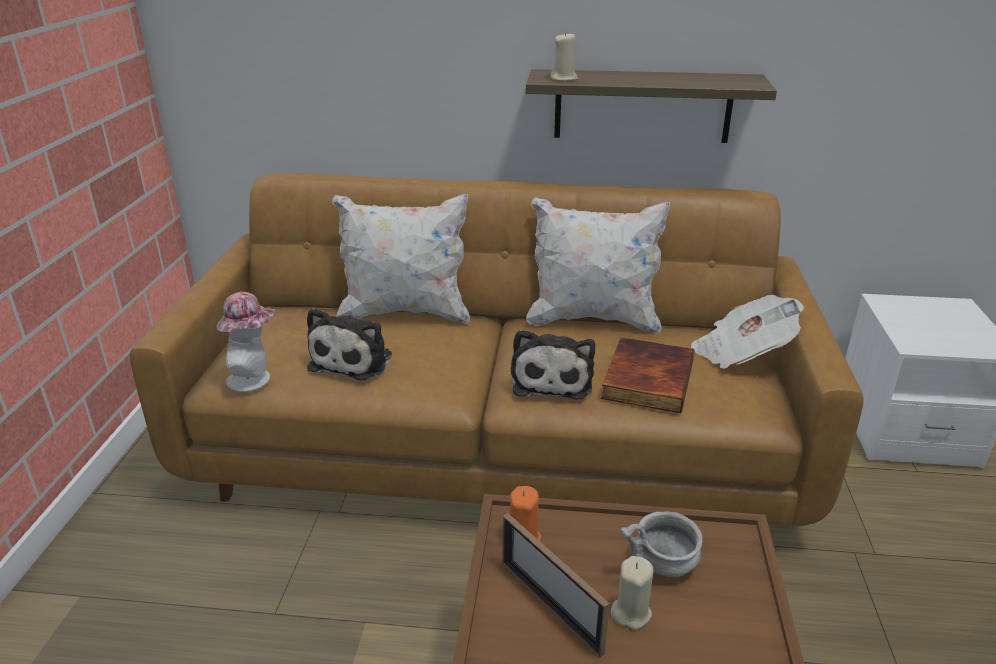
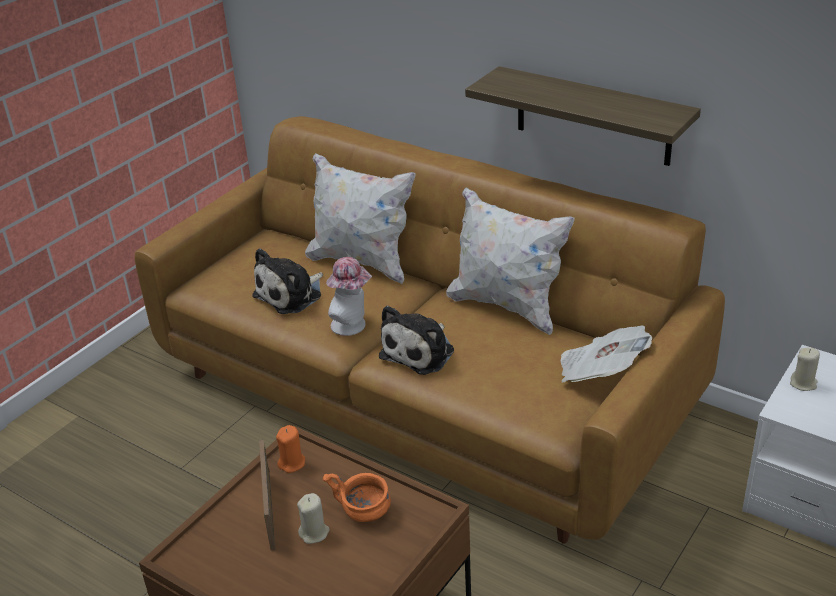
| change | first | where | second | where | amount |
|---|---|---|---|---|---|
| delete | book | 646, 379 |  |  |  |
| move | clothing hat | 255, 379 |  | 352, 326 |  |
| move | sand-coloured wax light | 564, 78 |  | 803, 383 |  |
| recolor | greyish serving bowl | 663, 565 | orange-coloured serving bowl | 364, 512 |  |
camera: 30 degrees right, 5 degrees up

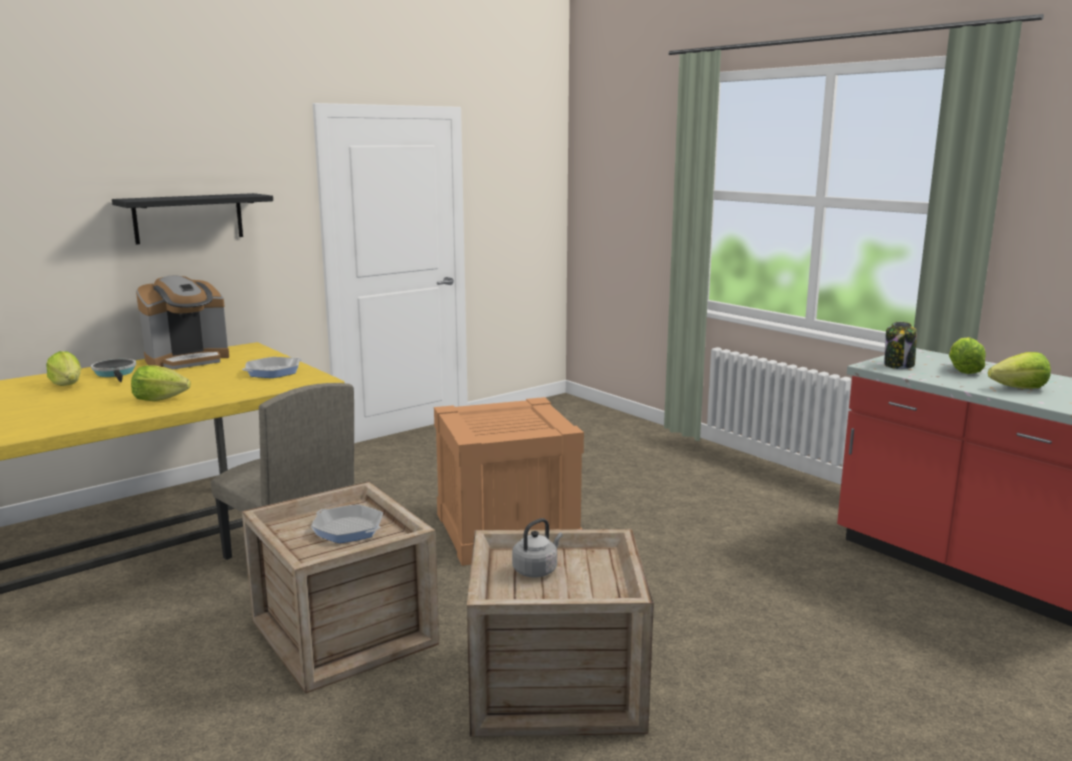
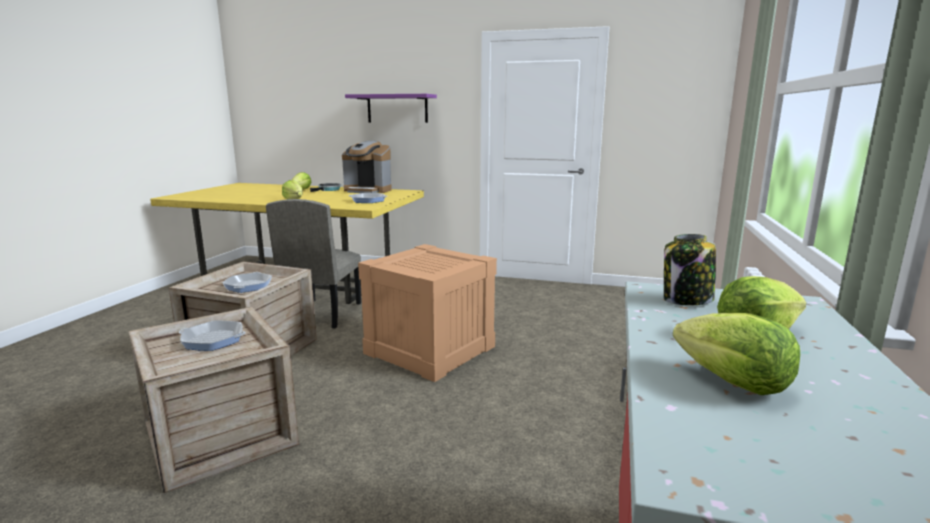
| change | first | where | second | where | amount |
|---|---|---|---|---|---|
| replace | greyish water kettle | 536, 570 | frying pan | 213, 340 |  |
| recolor | black-coloured wall shelf | 188, 218 | purplish wall shelf | 397, 108 |  |
camera: 55 degrees right, 0 degrees up

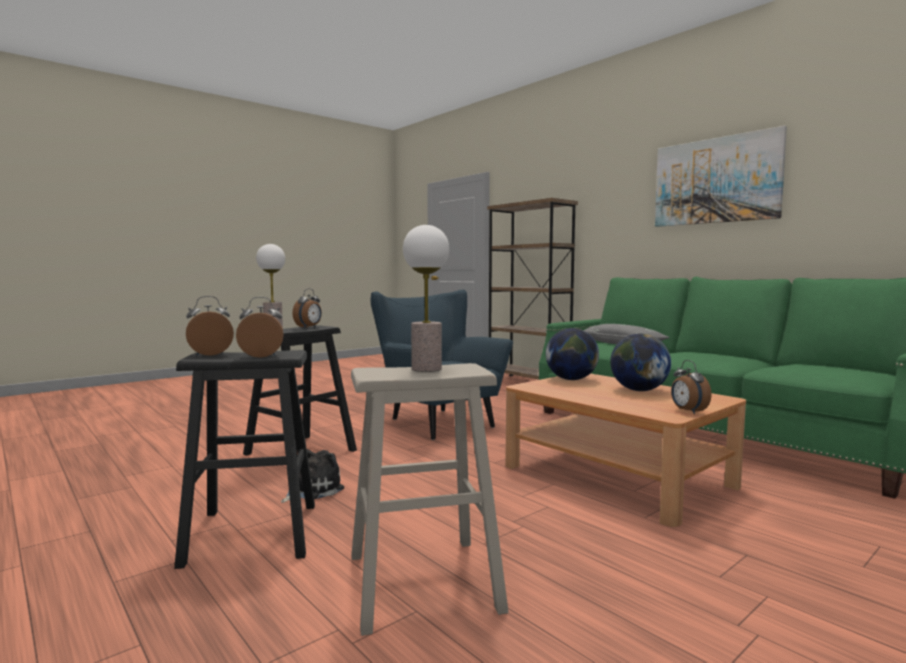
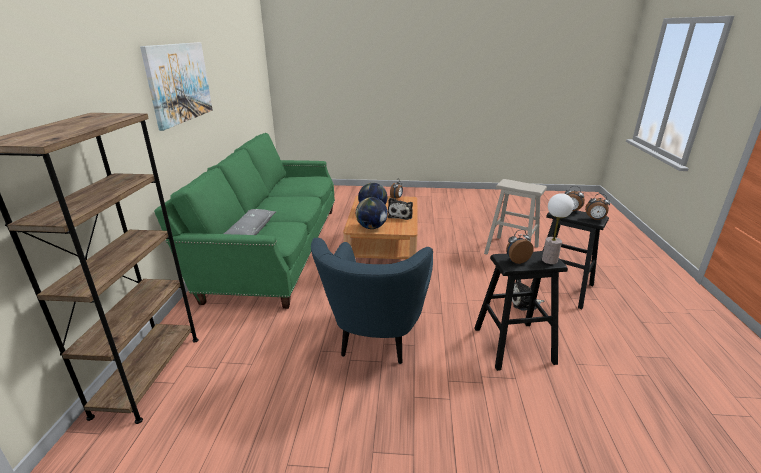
| change | first | where | second | where | amount |
|---|---|---|---|---|---|
| delete | lamp for a table | 426, 369 |  |  |  |
| insert |  |  | soft toy | 401, 215 |  |
camera: 135 degrees left, 20 degrees up

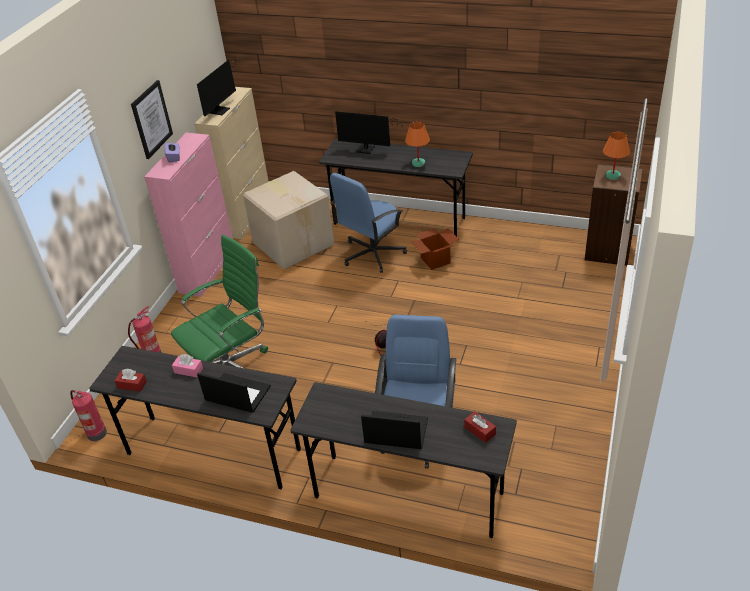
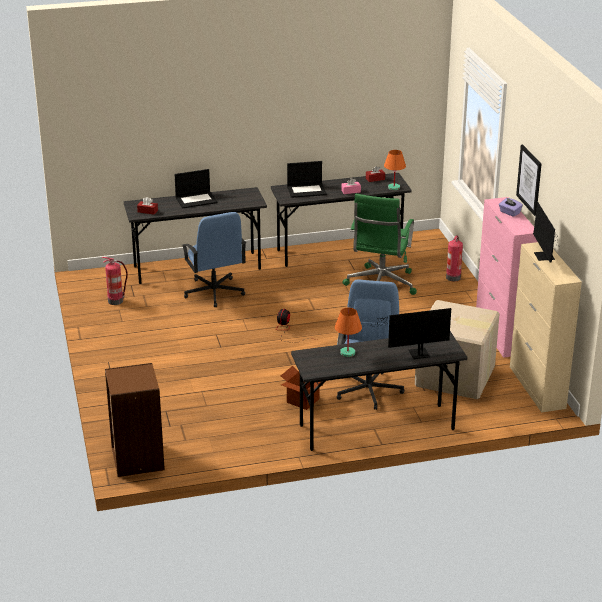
| change | first | where | second | where | amount |
|---|---|---|---|---|---|
| move | fire extinguisher | 95, 433 |  | 116, 301 |  |
| move | orange-coloured lamp for a table | 613, 175 |  | 393, 187 |  |
camera: 145 degrees right, 10 degrees down

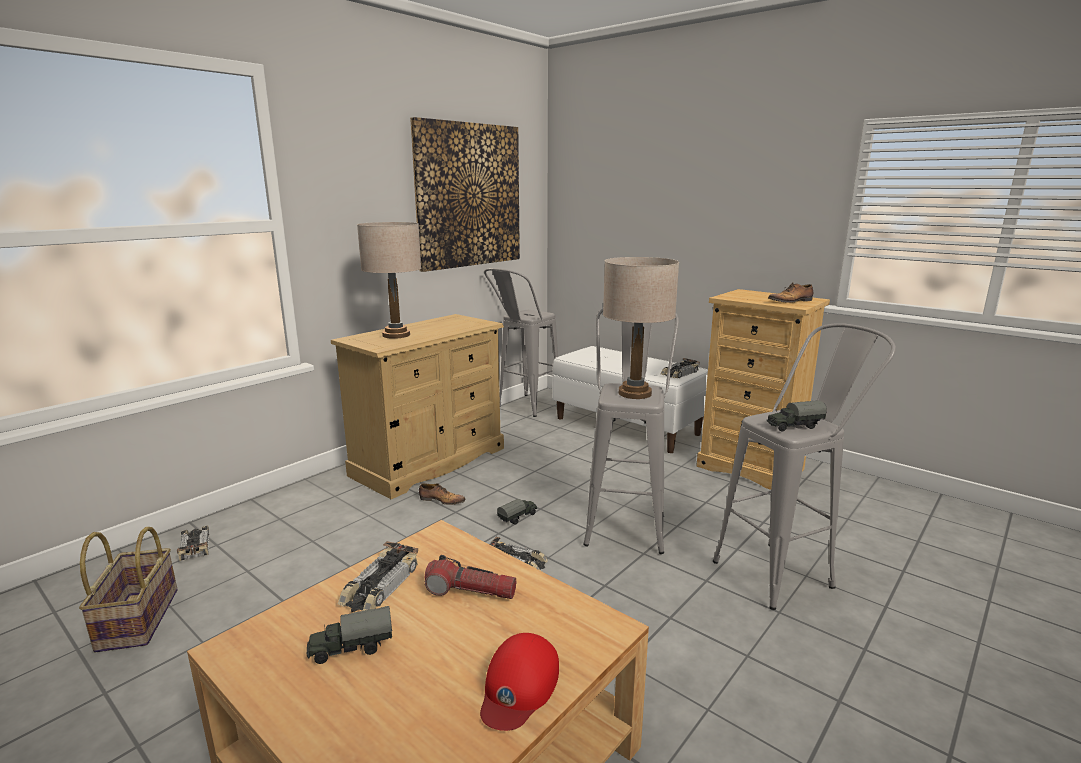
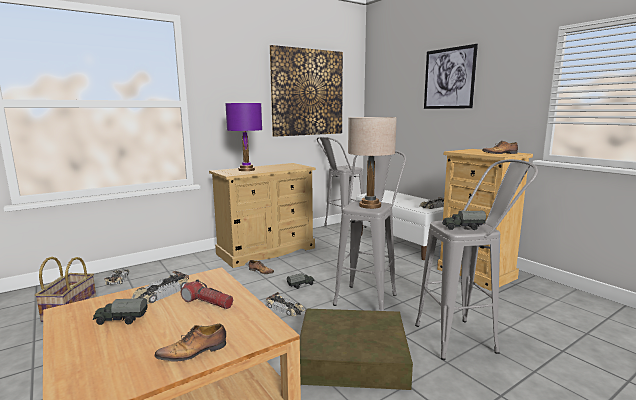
| change | first | where | second | where | amount |
|---|---|---|---|---|---|
| insert |  |  | brown-coloured storage box | 352, 356 |  |
| insert |  |  | wall picture | 449, 78 |  |
| replace | reddish baseball cap | 519, 686 | low shoe | 194, 352 |  |
| recolor | sand-coloured lamp for a table | 396, 335 | purplish lamp for a table | 246, 170 |  |
camera: 15 degrees right, 5 degrees down

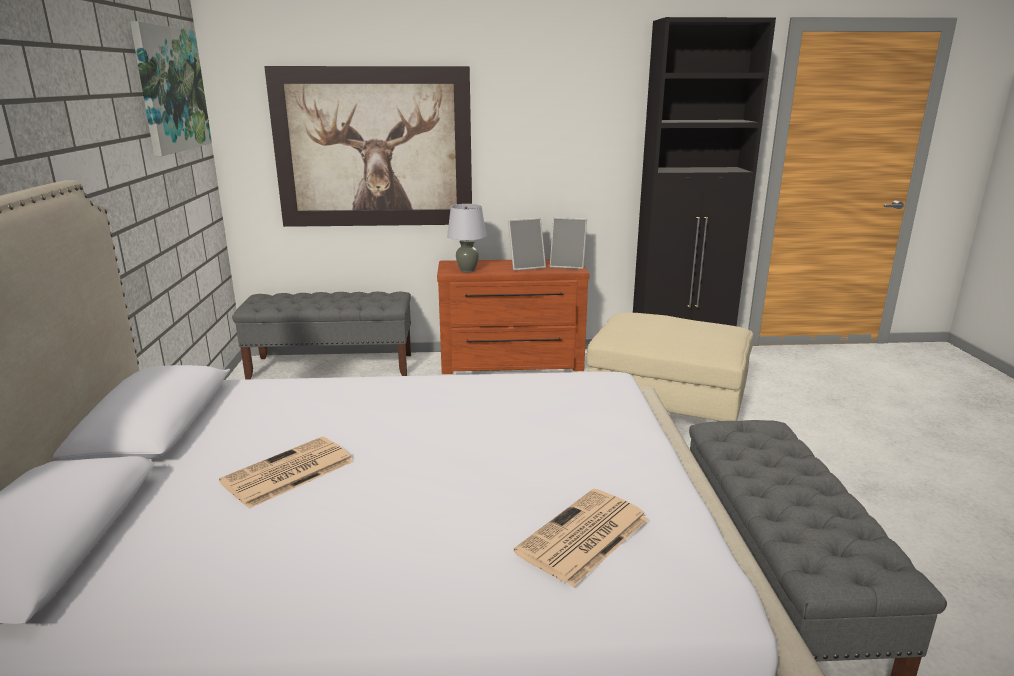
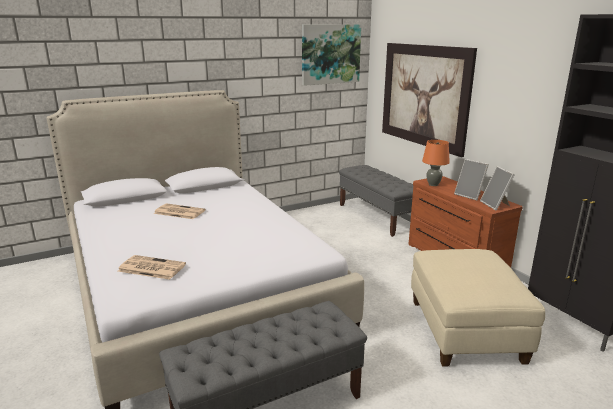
| change | first | where | second | where | amount |
|---|---|---|---|---|---|
| recolor | greyish lamp for a table | 467, 270 | orange-coloured lamp for a table | 433, 184 |  |
camera: 65 degrees right, 0 degrees up

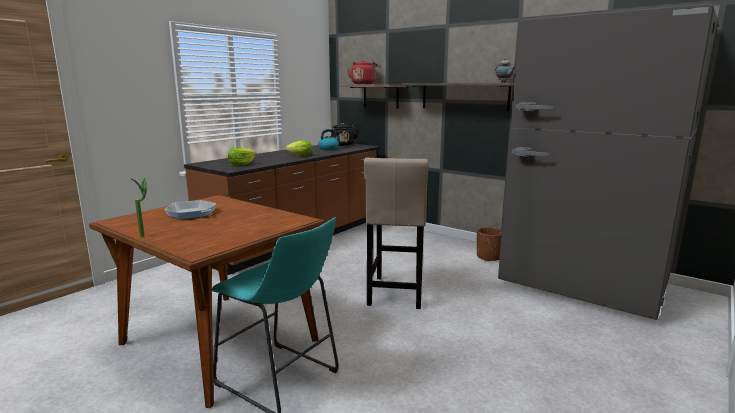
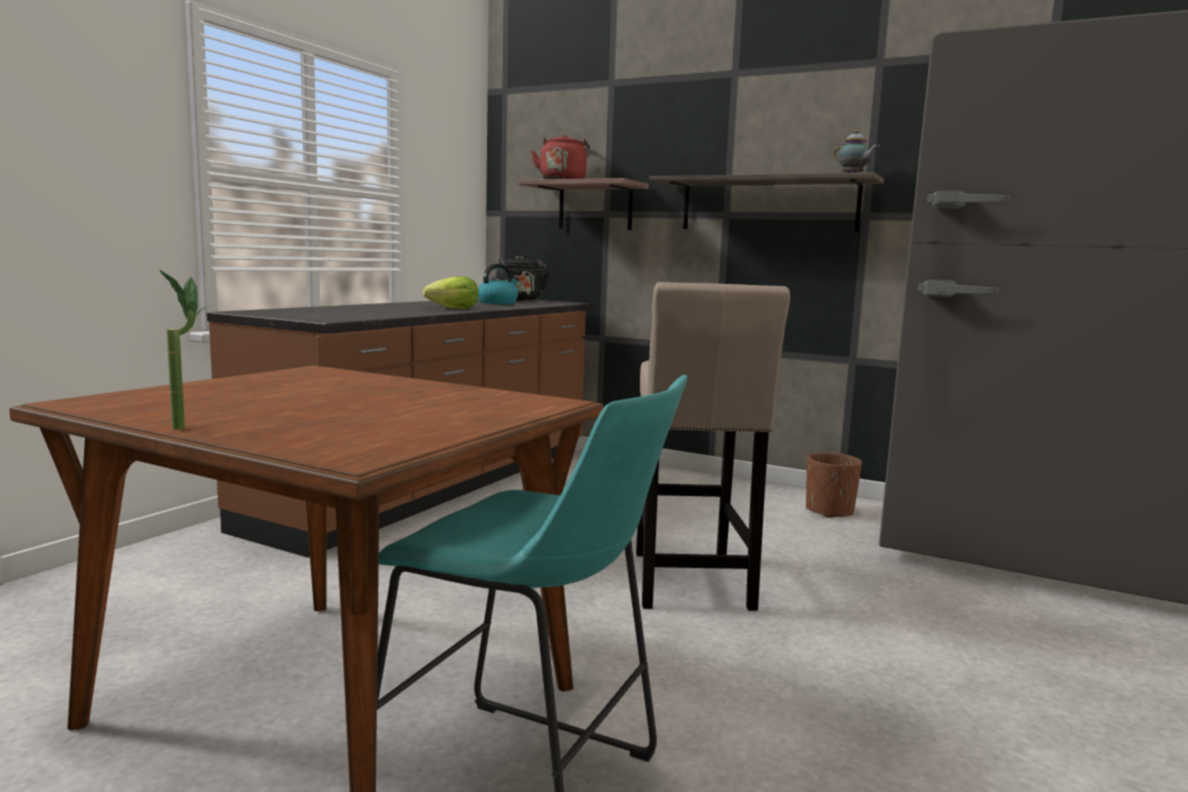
| change | first | where | second | where | amount |
|---|---|---|---|---|---|
| delete | frying pan | 191, 213 |  |  |  |
| delete | lettuce head | 241, 164 |  |  |  |
camera: 10 degrees left, 5 degrees down

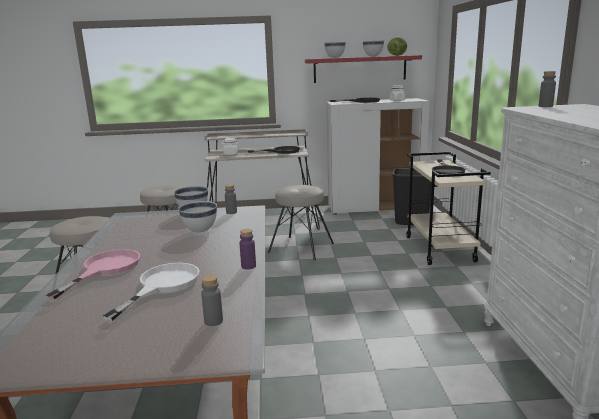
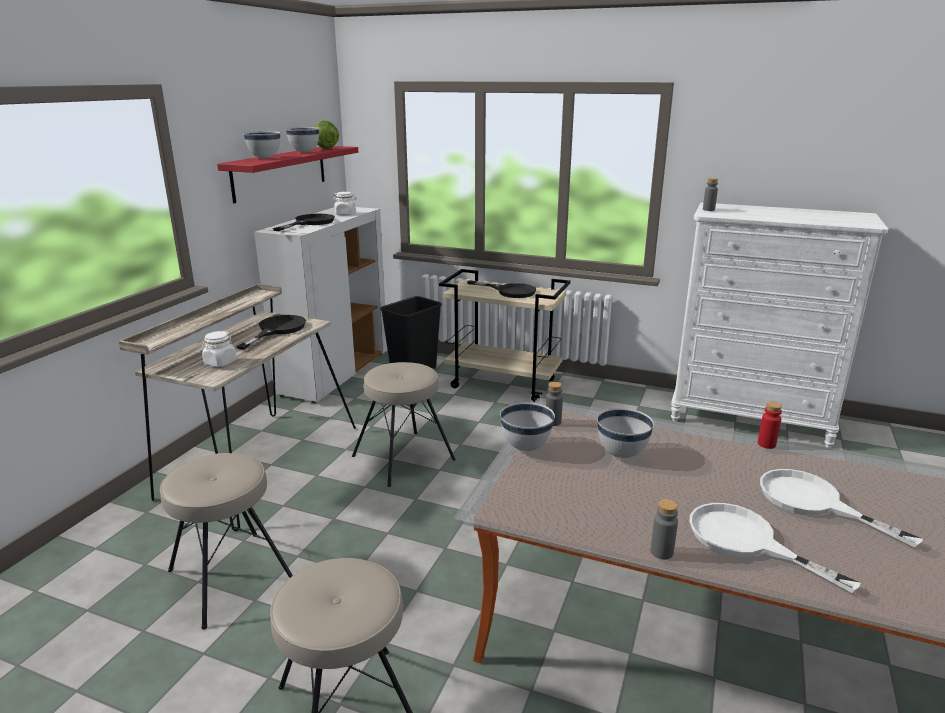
| change | first | where | second | where | amount |
|---|---|---|---|---|---|
| move | greyish beverage bottle | 213, 321 |  | 661, 552 |  |
| recolor | pink frying pan | 105, 269 | white frying pan | 745, 541 |  |
| recolor | purplish beverage bottle | 248, 266 | reddish beverage bottle | 766, 444 |  |
camera: 65 degrees left, 5 degrees up

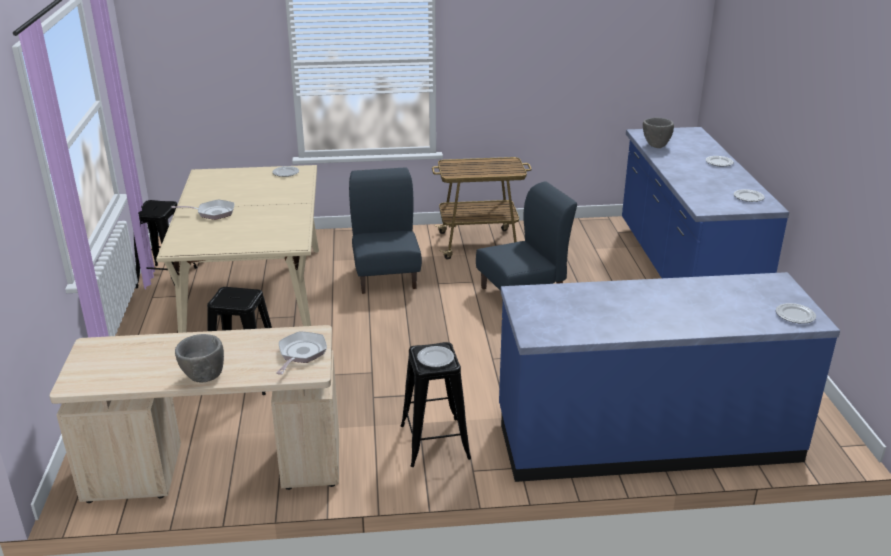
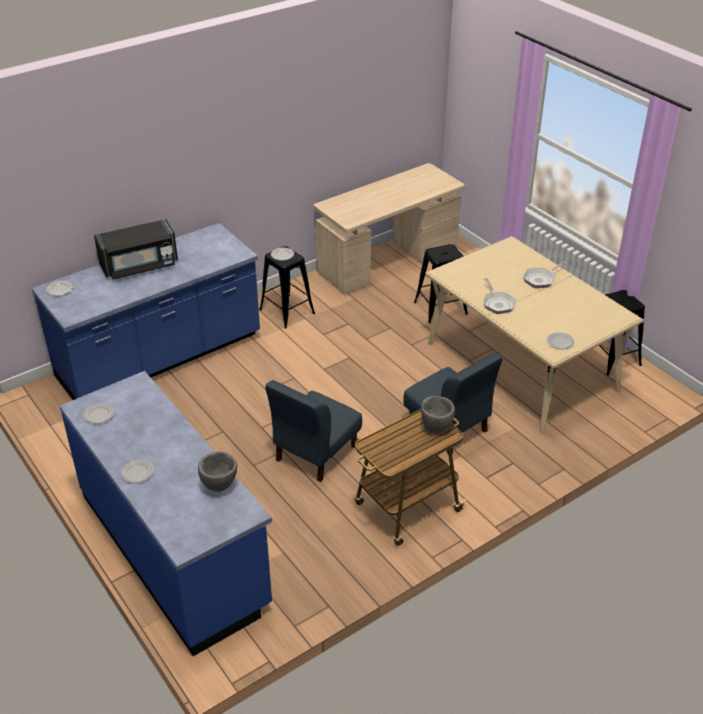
| change | first | where | second | where | amount |
|---|---|---|---|---|---|
| insert |  |  | black-coloured microwave | 139, 266 |  |
| move | greyish serving bowl | 203, 378 |  | 436, 427 |  |
| move | frying pan | 301, 354 |  | 497, 303 |  |
camera: 150 degrees right, 10 degrees up

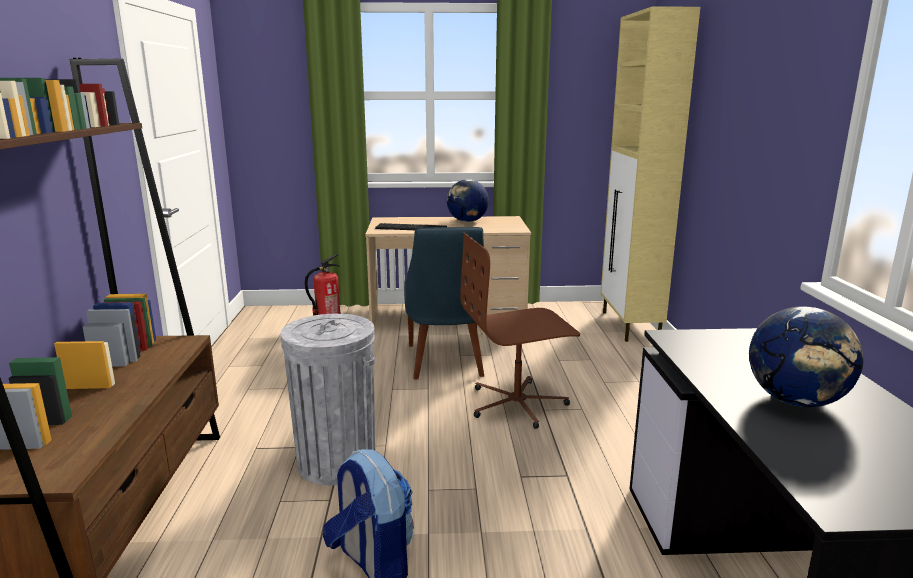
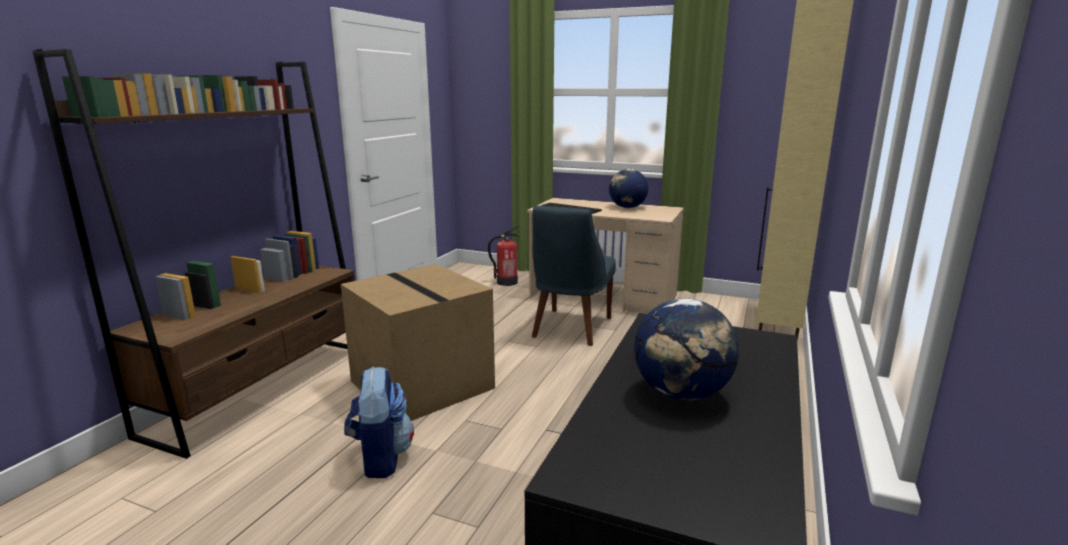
| change | first | where | second | where | amount |
|---|---|---|---|---|---|
| delete | brown-coloured computer chair | 517, 404 |  |  |  |
| replace | greyish rubbish bin | 336, 462 | packing box | 419, 384 |  |
camera: 25 degrees right, 0 degrees up

